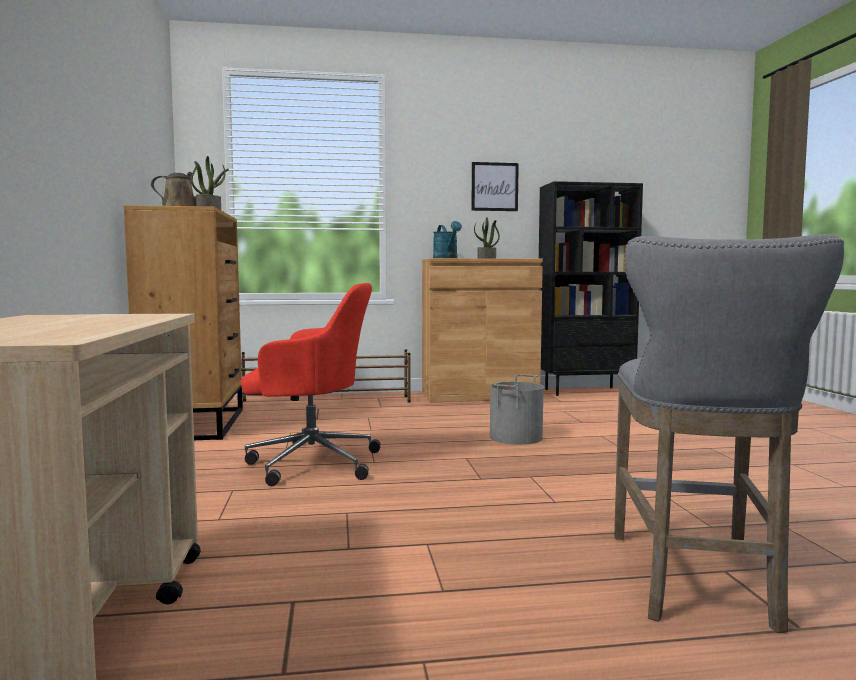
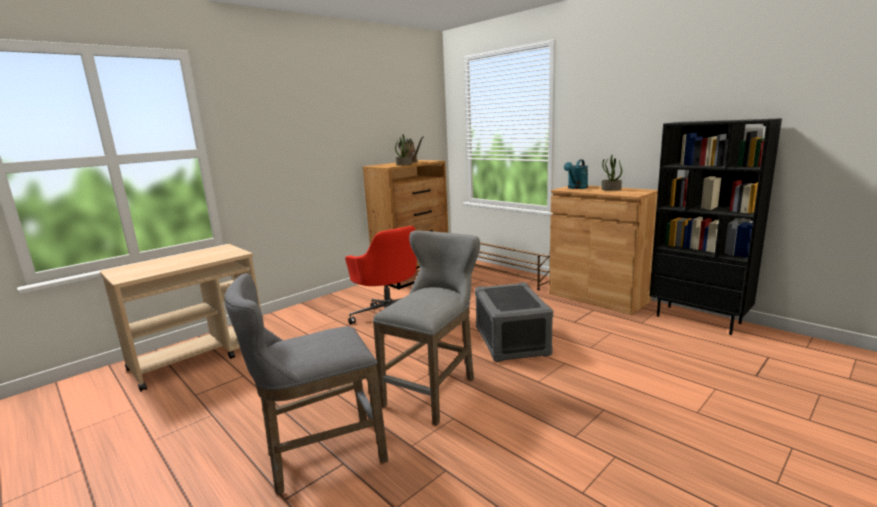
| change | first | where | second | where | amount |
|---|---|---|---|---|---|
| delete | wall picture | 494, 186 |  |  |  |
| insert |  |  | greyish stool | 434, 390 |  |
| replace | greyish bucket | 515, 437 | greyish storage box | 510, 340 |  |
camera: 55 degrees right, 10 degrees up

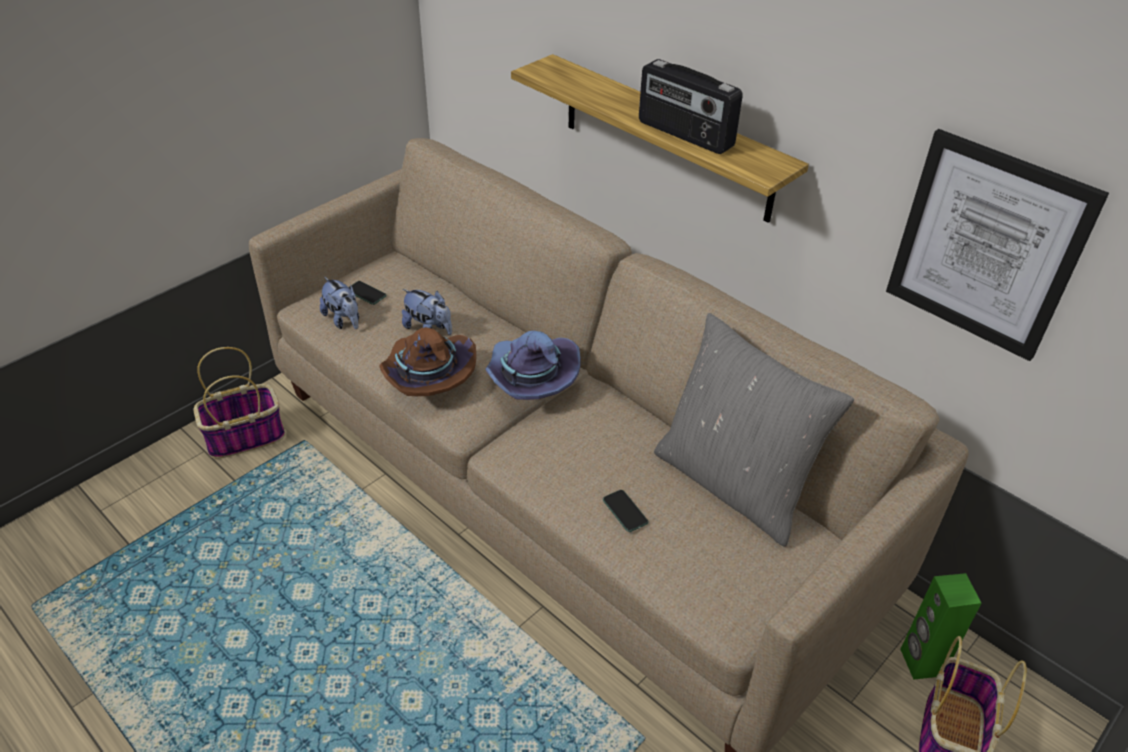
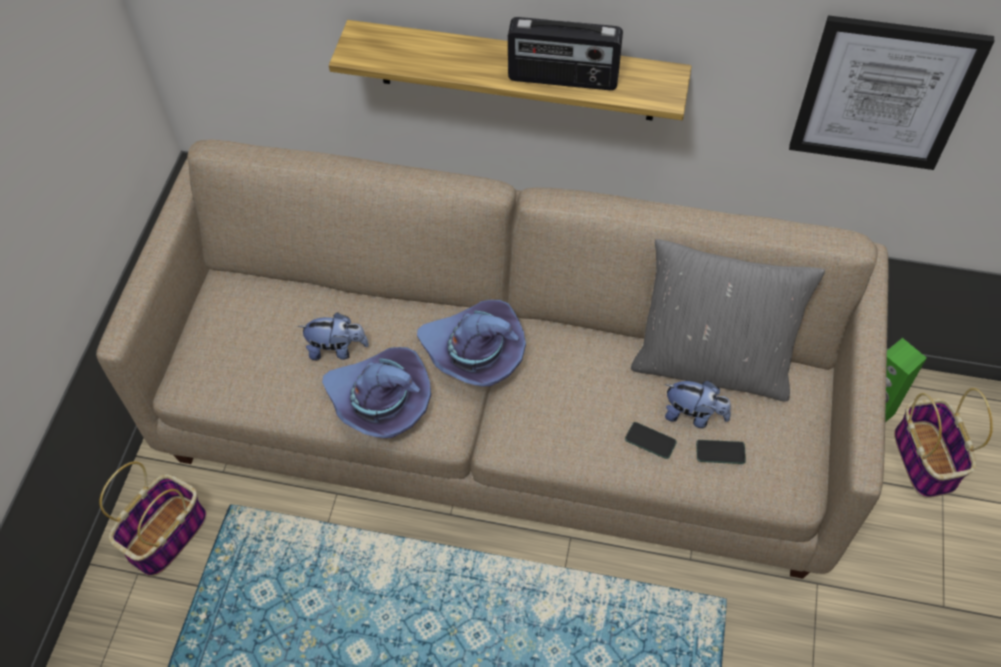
| change | first | where | second | where | amount |
|---|---|---|---|---|---|
| move | soft toy | 344, 320 |  | 693, 415 |  |
| move | phone | 366, 293 |  | 720, 452 |  |
| recolor | brown-coloured clothing hat | 426, 375 | purplish clothing hat | 379, 402 |  |
camera: 30 degrees left, 15 degrees up

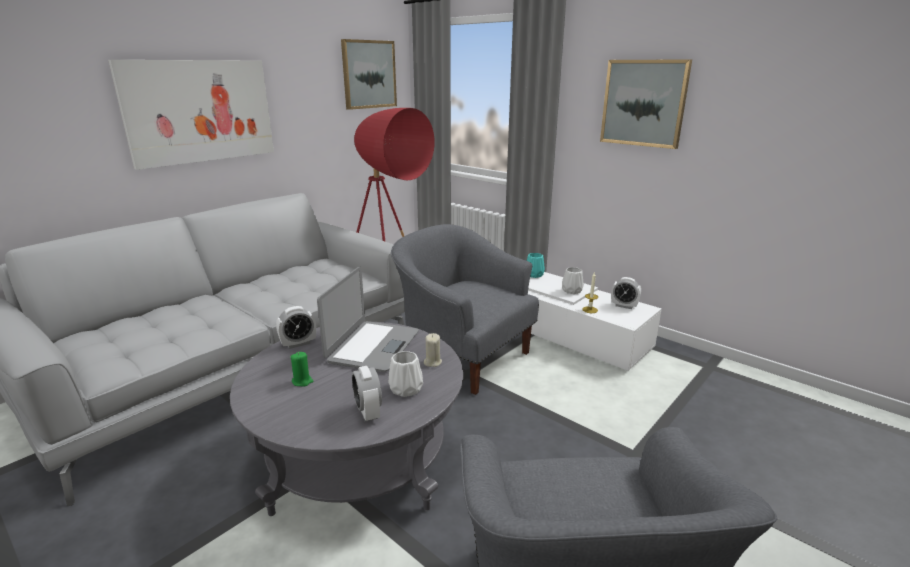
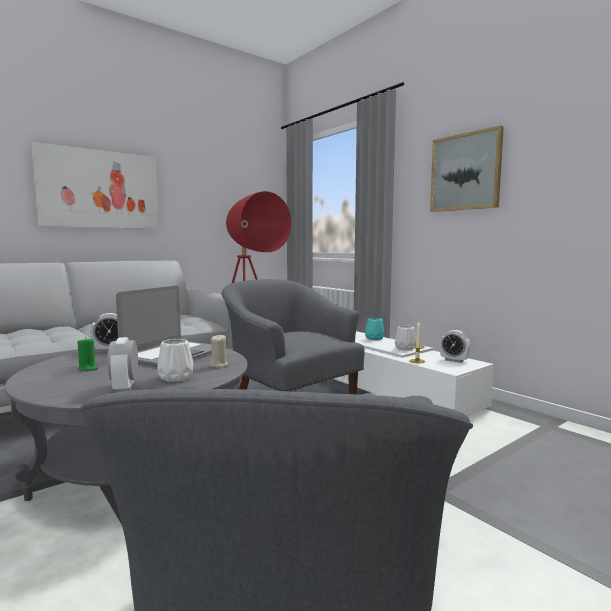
| change | first | where | second | where | amount |
|---|---|---|---|---|---|
| delete | wall picture | 369, 74 |  |  |  |
camera: 10 degrees right, 15 degrees down

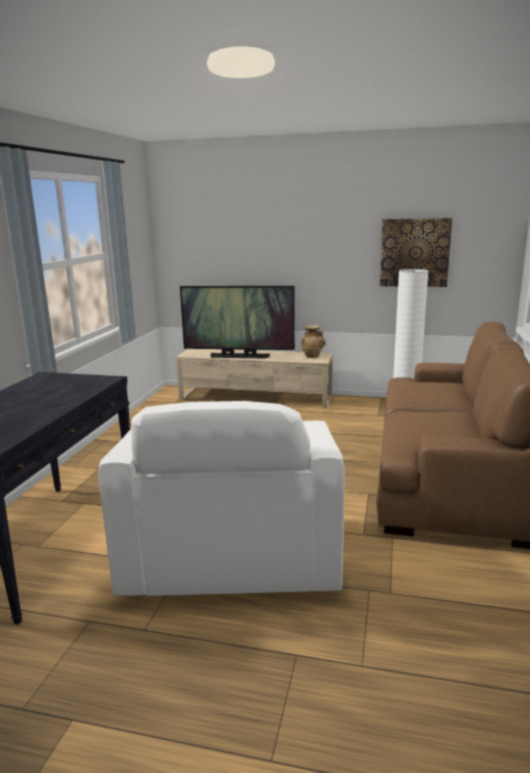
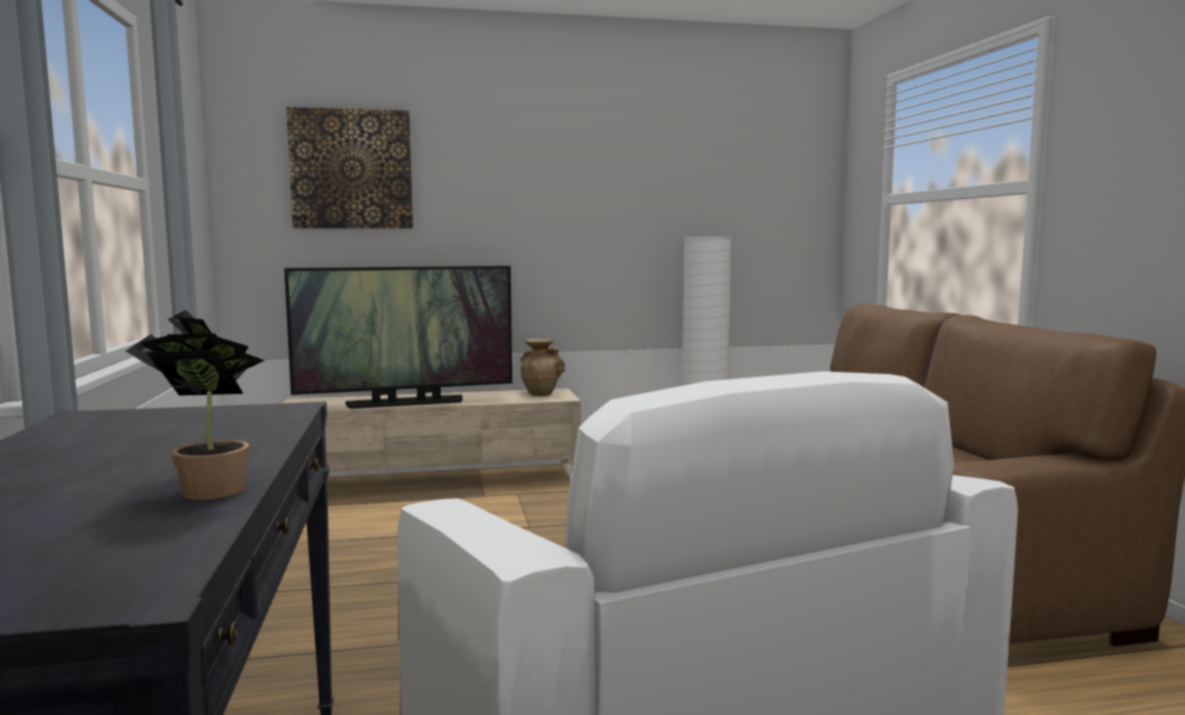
| change | first | where | second | where | amount |
|---|---|---|---|---|---|
| insert |  |  | potted plant | 206, 489 |  |
| move | wall picture | 414, 252 |  | 351, 169 |  |
camera: 25 degrees left, 10 degrees down

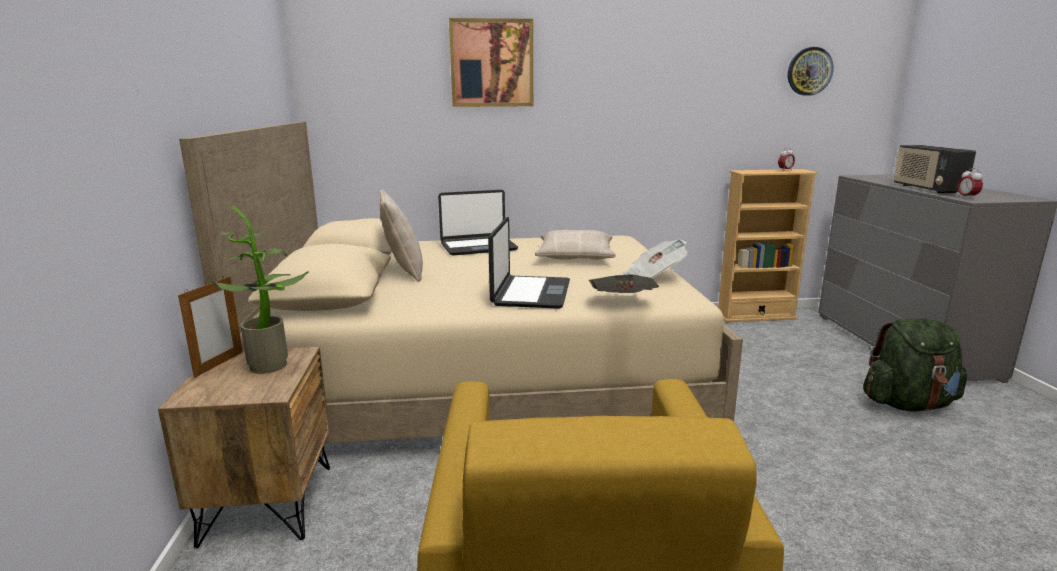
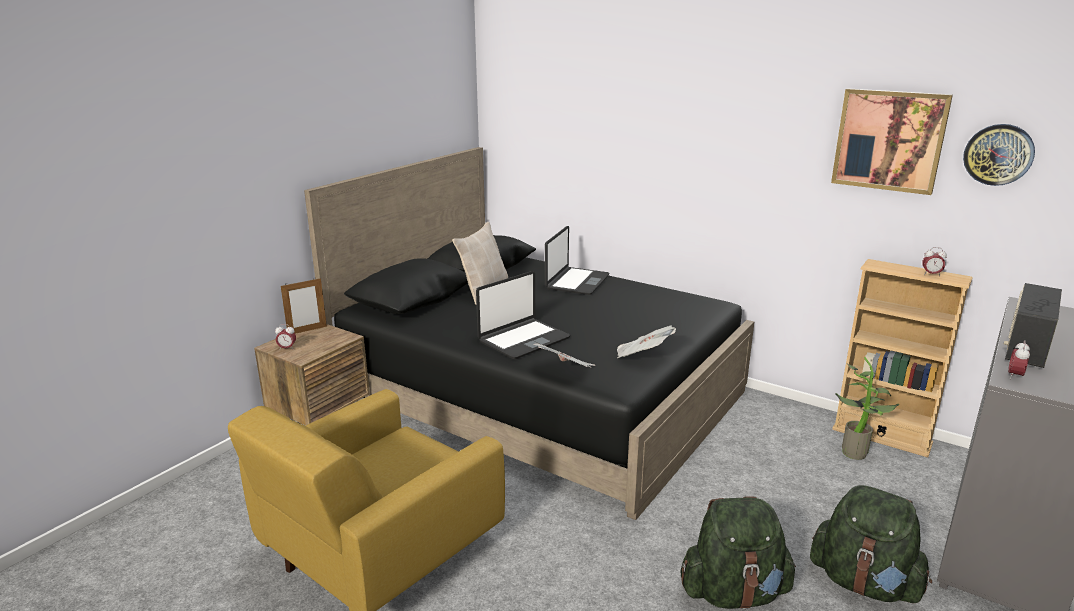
| change | first | where | second | where | amount |
|---|---|---|---|---|---|
| delete | sand-coloured cushion | 575, 256 |  |  |  |
| insert |  |  | alarm clock | 287, 348 |  |
| insert |  |  | greenish rucksack | 733, 593 |  |
| move | potted plant | 273, 363 |  | 857, 452 |  |
| move | wall picture | 492, 63 |  | 889, 140 |  |
| recolor | sand-coloured bedroom bed | 487, 373 | black-coloured bedroom bed | 540, 393 |  |
| rotate | laptop | 478, 247 |  | 576, 282 | 90 degrees counterclockwise |
camera: 40 degrees right, 5 degrees up

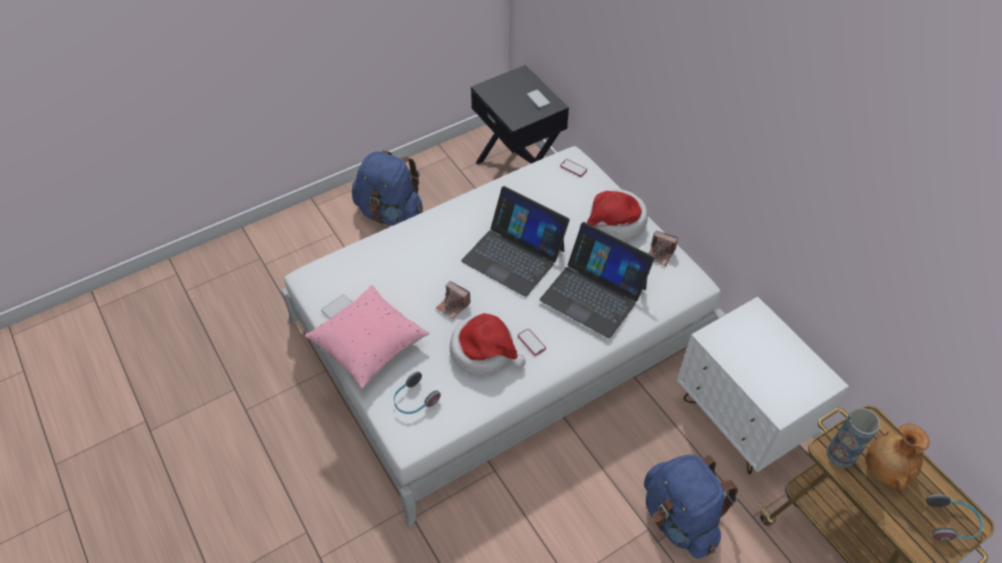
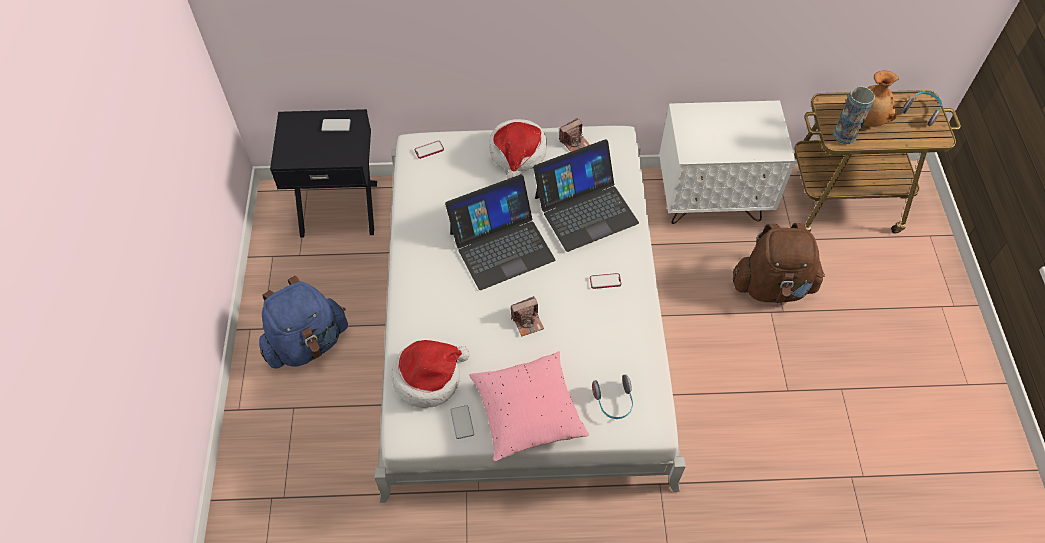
| change | first | where | second | where | amount |
|---|---|---|---|---|---|
| move | clothing hat | 484, 351 |  | 429, 377 |  |
| recolor | blue-coloured rucksack | 679, 518 | brown-coloured rucksack | 772, 286 |  |
camera: 60 degrees left, 5 degrees up

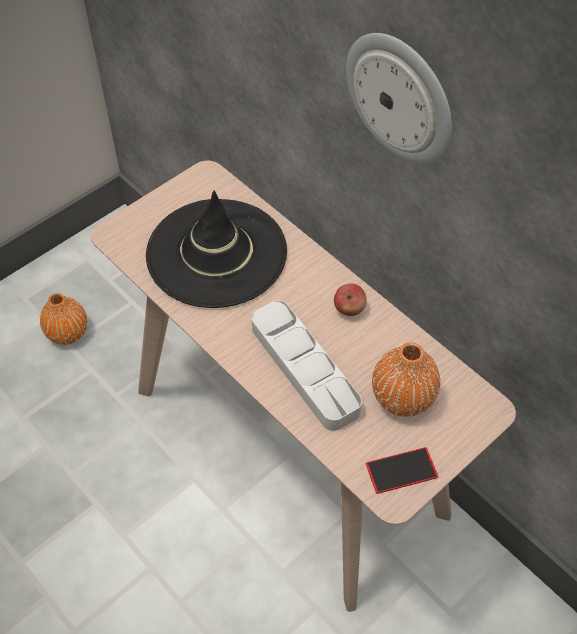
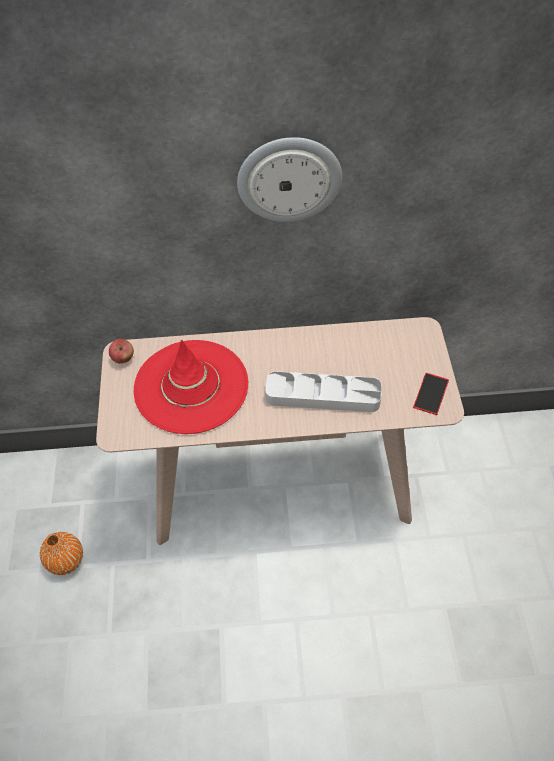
| change | first | where | second | where | amount |
|---|---|---|---|---|---|
| delete | orange-coloured decorative vase | 402, 397 |  |  |  |
| move | apple fruit | 349, 309 |  | 123, 358 |  |
| recolor | black-coloured clothing hat | 216, 253 | reddish clothing hat | 191, 386 |  |
camera: 50 degrees left, 0 degrees up

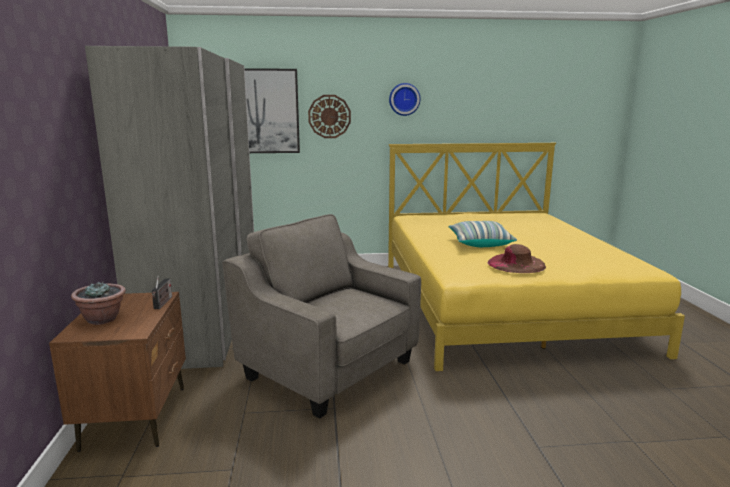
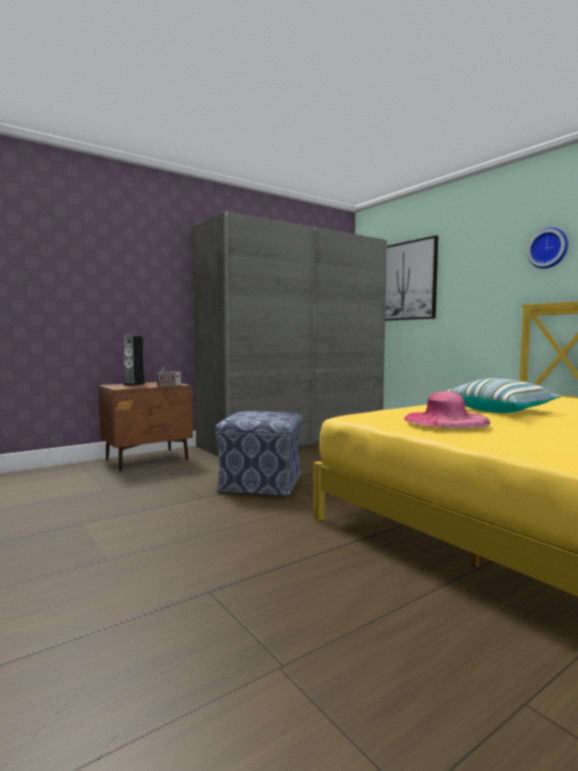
| change | first | where | second | where | amount |
|---|---|---|---|---|---|
| delete | wall clock | 329, 116 |  |  |  |
| replace | potted plant | 102, 319 | speaker | 134, 384 |  |
| replace | greyish easy chair | 329, 368 | ottoman | 262, 484 |  |
| recolor | brown-coloured clothing hat | 516, 264 | pink clothing hat | 445, 420 |  |
camera: 60 degrees right, 10 degrees down

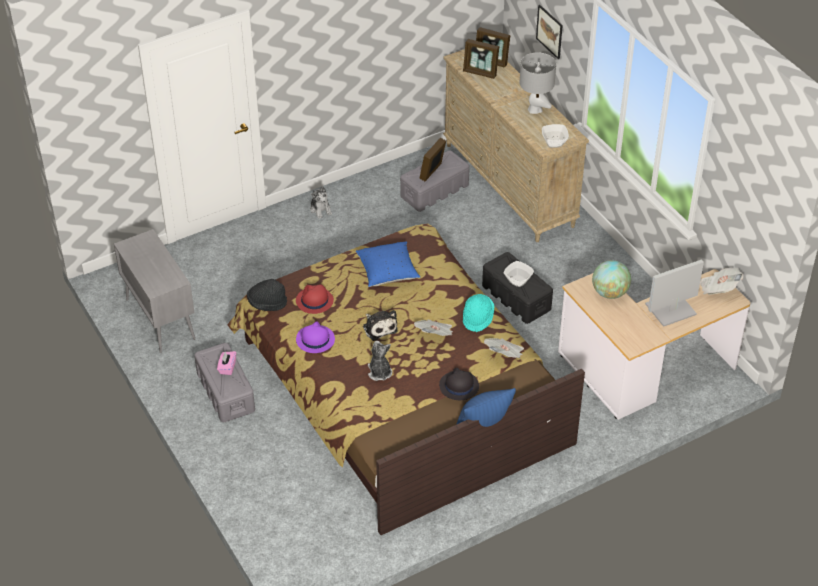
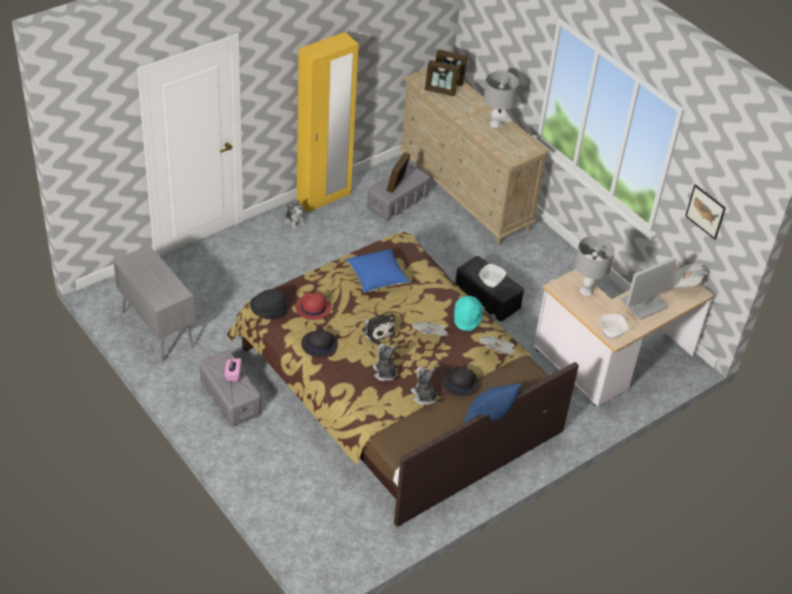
| change | first | where | second | where | amount |
|---|---|---|---|---|---|
| insert |  |  | yellowish wardrobe | 324, 198 |  |
| insert |  |  | soft toy | 424, 396 |  |
| move | wall picture | 549, 31 |  | 705, 211 |  |
| move | serving bowl | 554, 143 |  | 611, 333 |  |
| replace | desk globe | 609, 293 | greyish lamp for a table | 586, 290 |  |
| recolor | purplish clothing hat | 315, 339 | black-coloured clothing hat | 319, 344 |  |
camera: 10 degrees left, 0 degrees up

